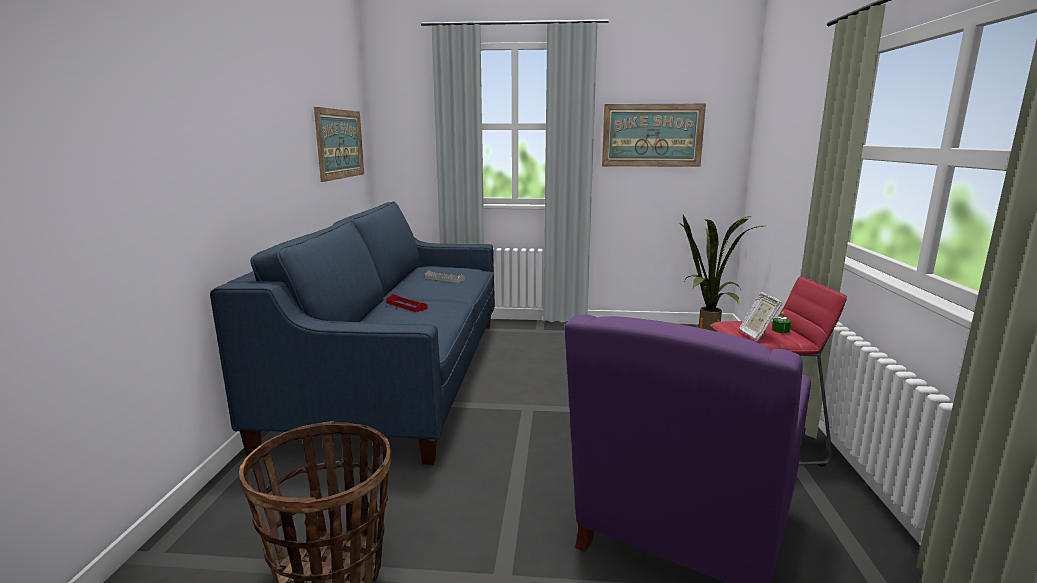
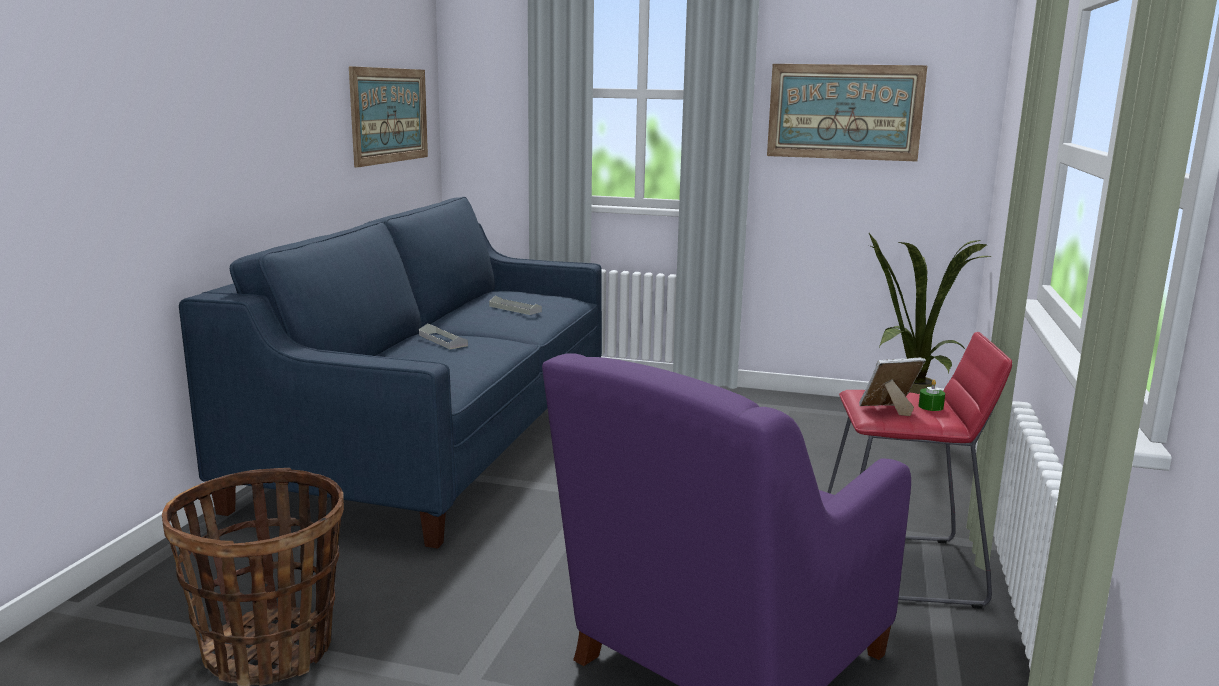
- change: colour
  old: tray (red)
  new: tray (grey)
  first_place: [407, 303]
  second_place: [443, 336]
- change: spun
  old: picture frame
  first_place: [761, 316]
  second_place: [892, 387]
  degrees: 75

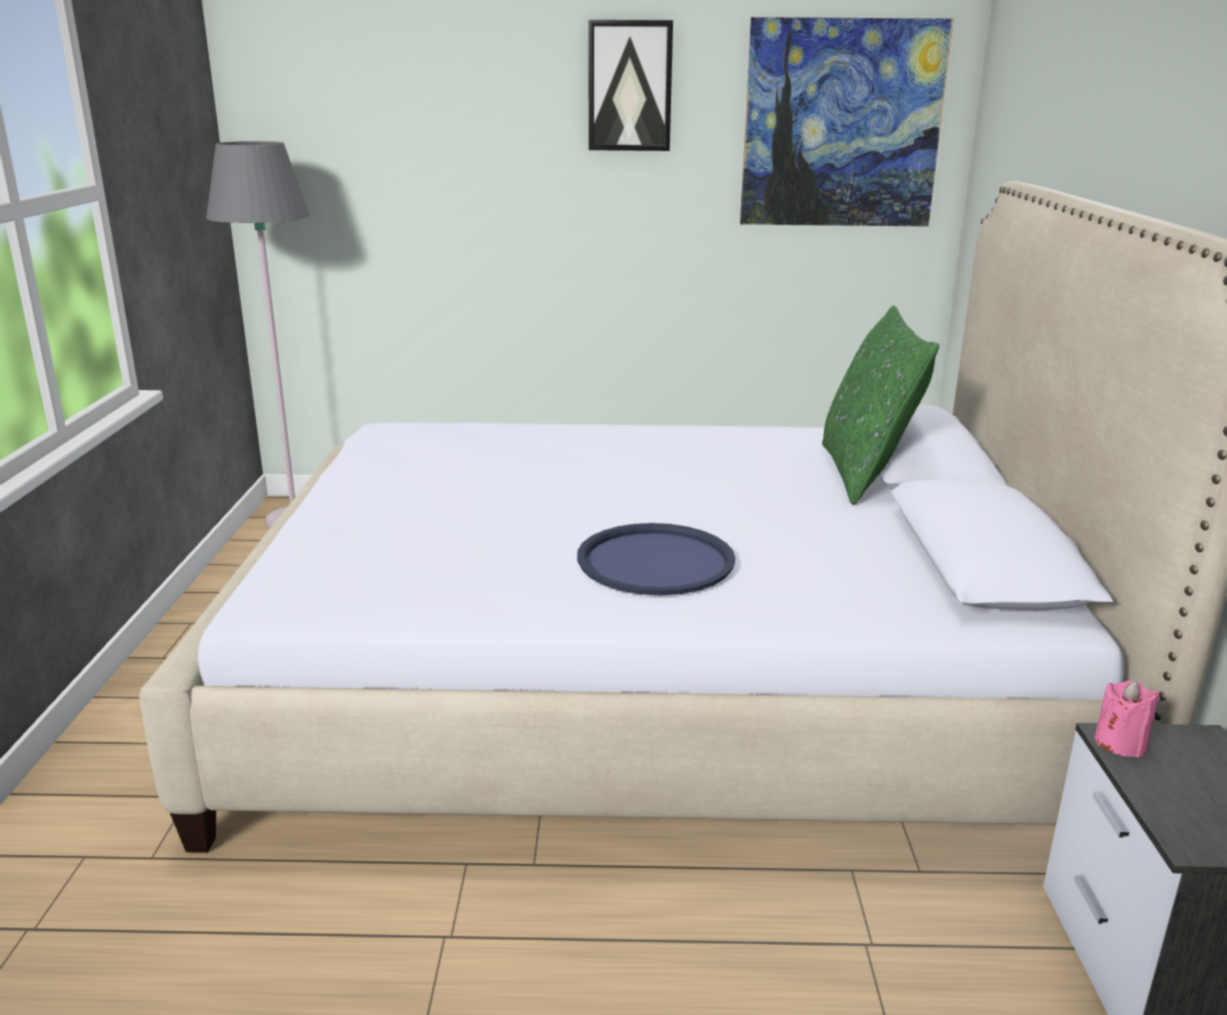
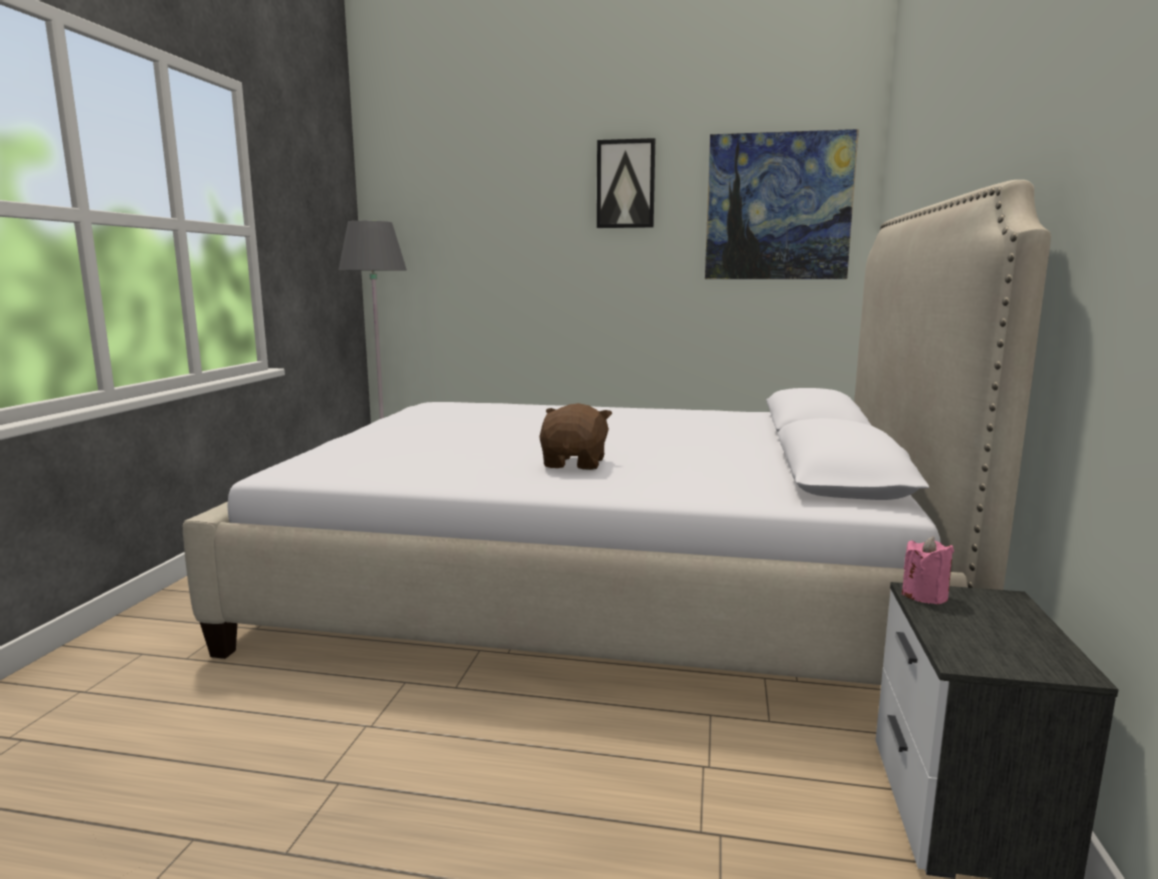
- change: exchanged
  old: tray (blue)
  new: plush toy (brown)
  first_place: [656, 559]
  second_place: [575, 436]
- change: missing
  old: pillow (green)
  first_place: [880, 405]

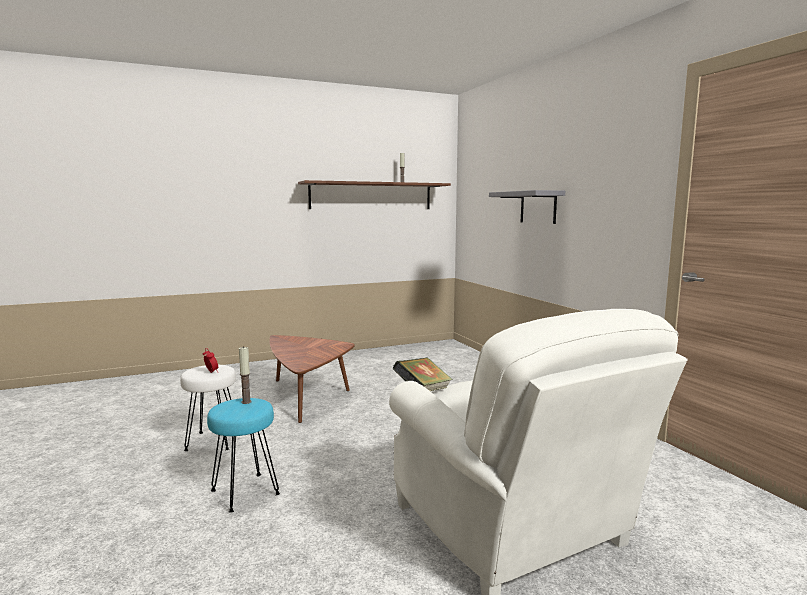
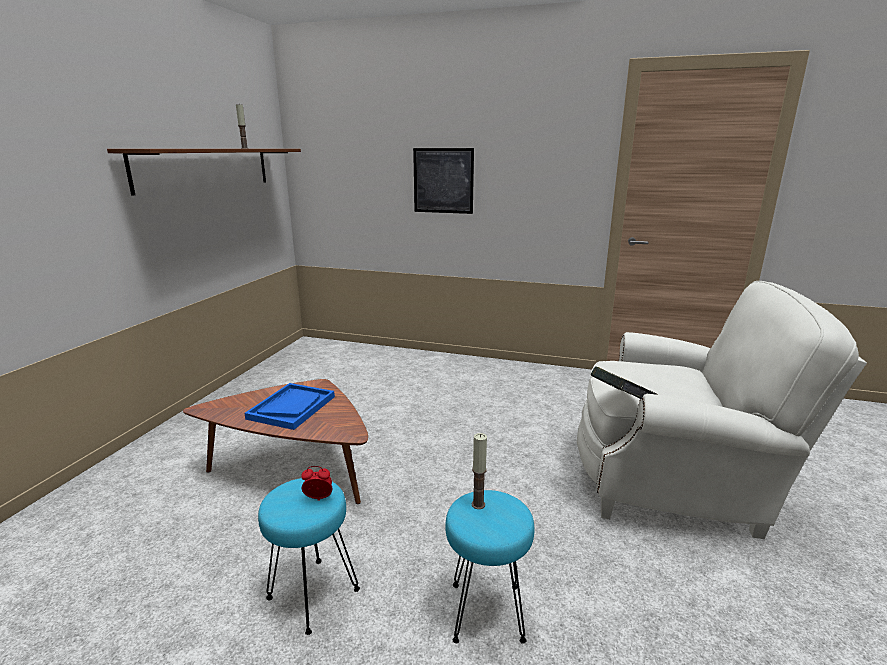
- change: appeared
  new: tray (blue)
  second_place: [289, 406]
- change: colour
  old: stool (white)
  new: stool (turquoise)
  first_place: [208, 408]
  second_place: [309, 556]
- change: exchanged
  old: shelf (grey)
  new: picture
  first_place: [527, 207]
  second_place: [443, 181]

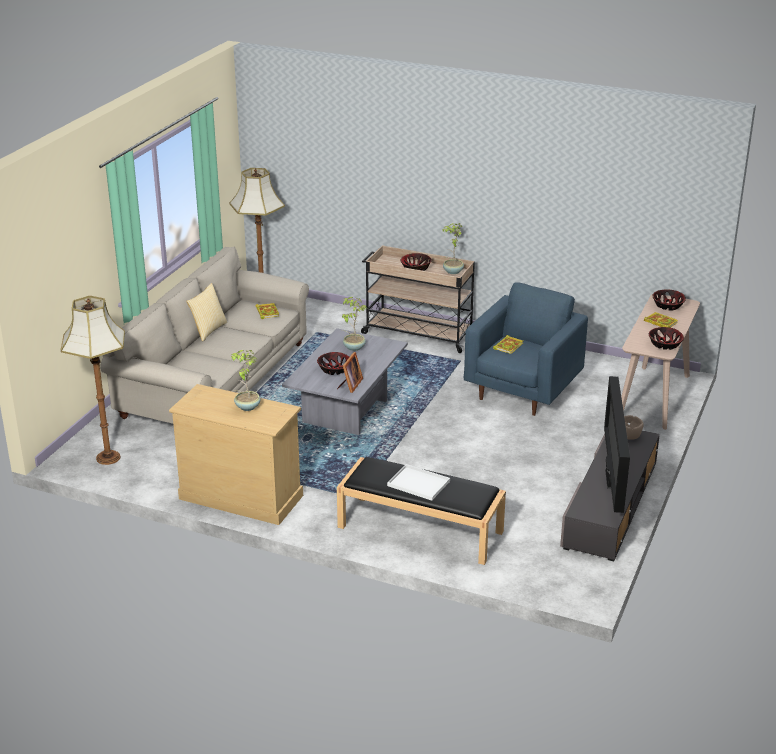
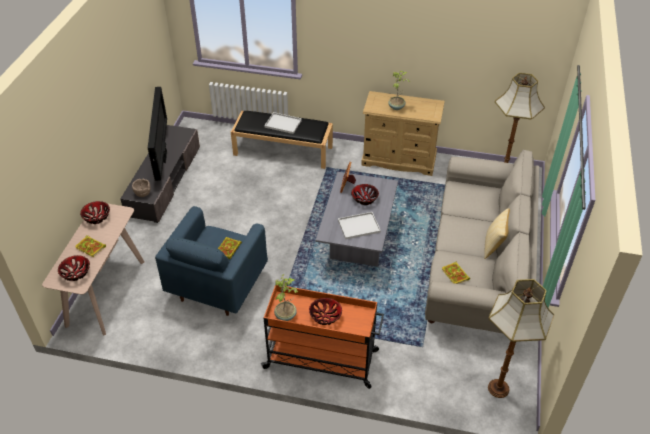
- change: colour
  old: cart (beige)
  new: cart (orange)
  first_place: [418, 299]
  second_place: [322, 337]
- change: exchanged
  old: potted plant
  new: tray (white)
  first_place: [354, 324]
  second_place: [359, 225]

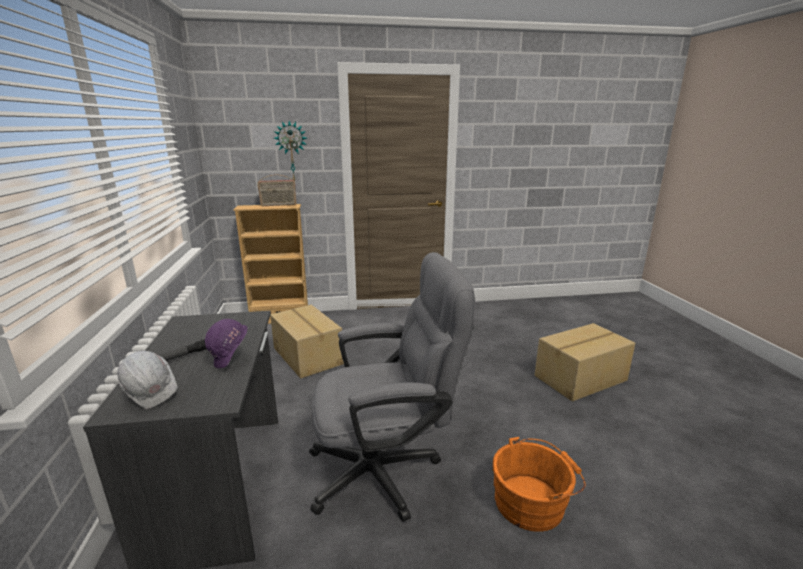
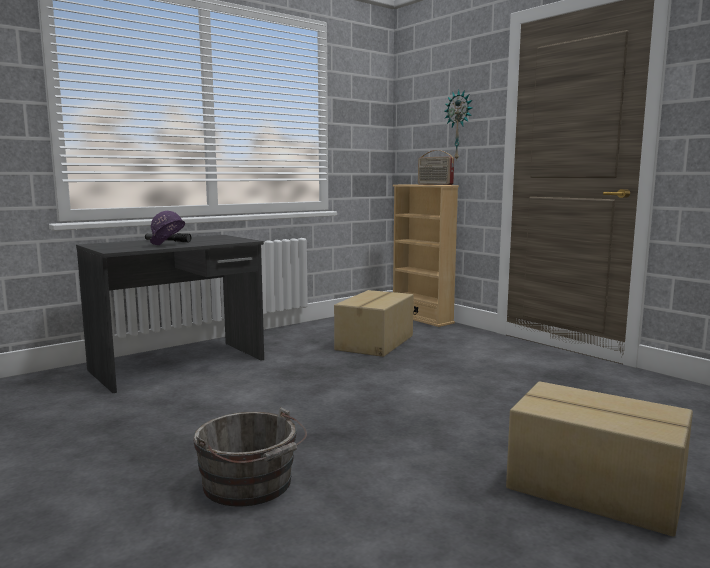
- change: colour
  old: bucket (orange)
  new: bucket (grey)
  first_place: [539, 484]
  second_place: [250, 457]
- change: missing
  old: hard hat (white)
  first_place: [147, 380]
- change: missing
  old: office chair (grey)
  first_place: [392, 387]

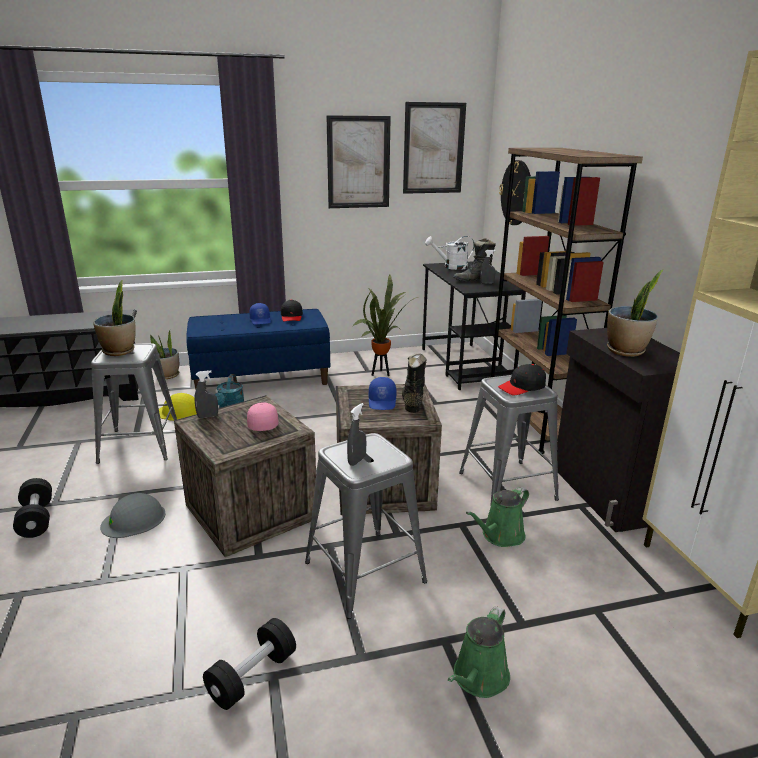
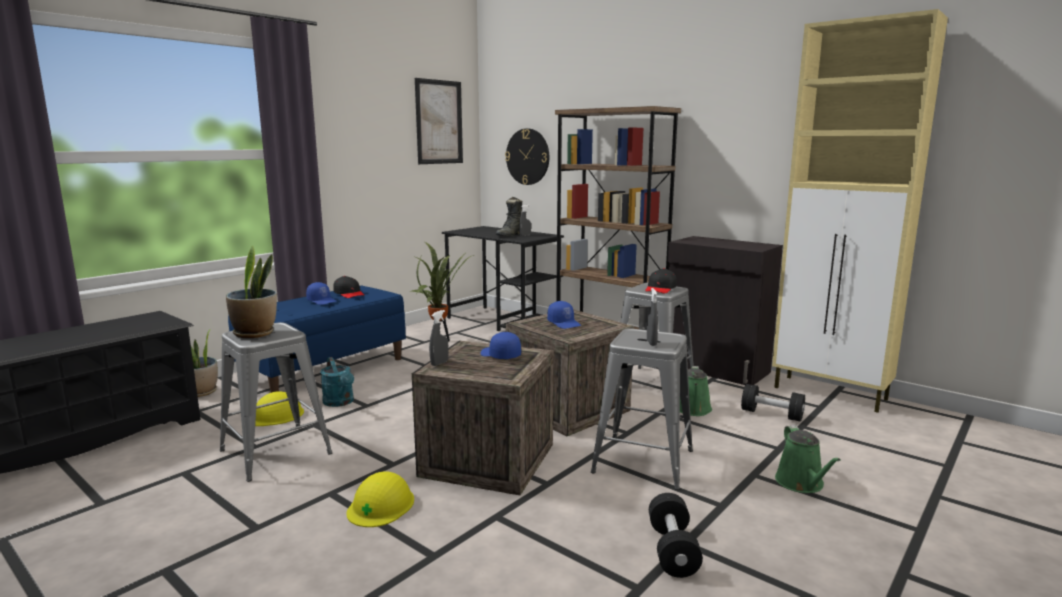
- change: colour
  old: hard hat (grey)
  new: hard hat (yellow)
  first_place: [133, 515]
  second_place: [380, 499]
- change: colour
  old: cap (pink)
  new: cap (blue)
  first_place: [262, 417]
  second_place: [500, 345]
- change: relocated
  old: dumbbell (black)
  first_place: [32, 508]
  second_place: [773, 403]
- change: missing
  old: picture
  first_place: [358, 161]
- change: missing
  old: boot (black)
  first_place: [414, 383]
- change: missing
  old: watering can (white)
  first_place: [449, 253]
- change: missing
  old: potted plant
  first_place: [635, 313]

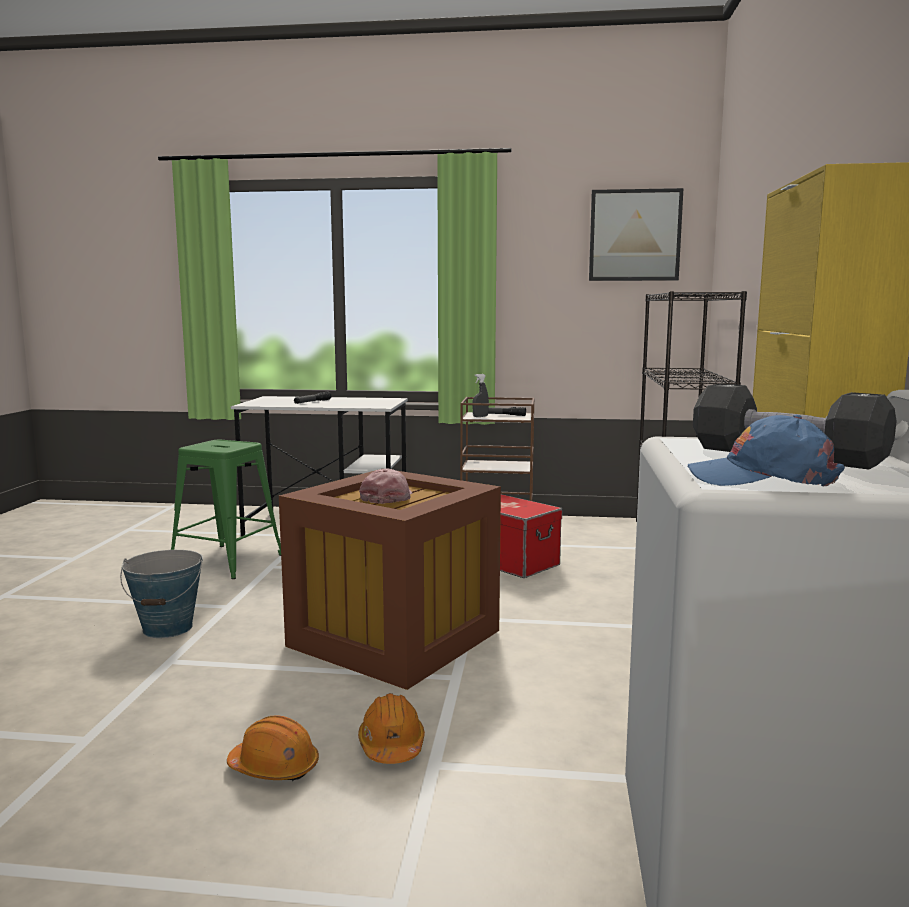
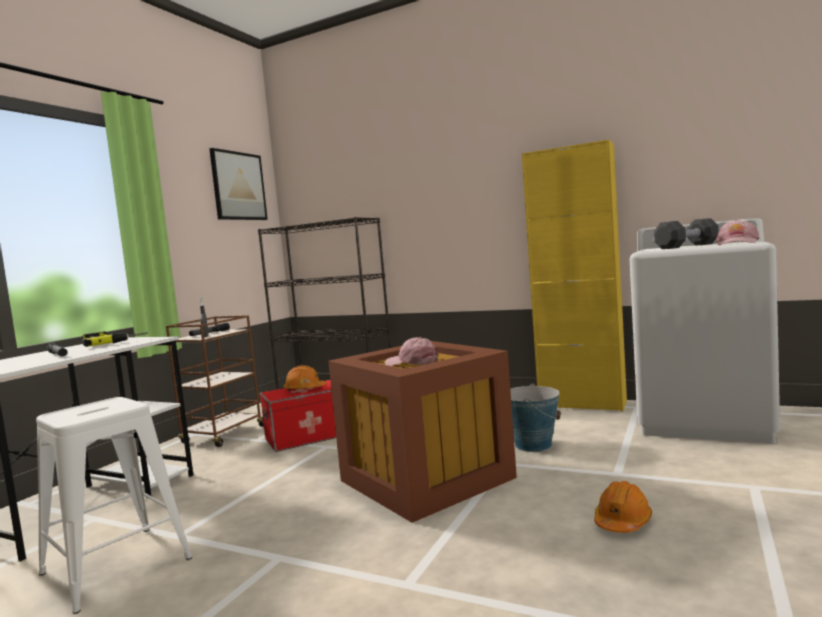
- change: colour
  old: stool (green)
  new: stool (white)
  first_place: [226, 509]
  second_place: [114, 505]
- change: appeared
  new: power drill
  second_place: [115, 339]
- change: relocated
  old: hard hat (orange)
  first_place: [391, 728]
  second_place: [304, 378]
- change: relocated
  old: bucket
  first_place: [161, 594]
  second_place: [535, 418]
- change: colour
  old: cap (blue)
  new: cap (pink)
  first_place: [766, 450]
  second_place: [737, 232]

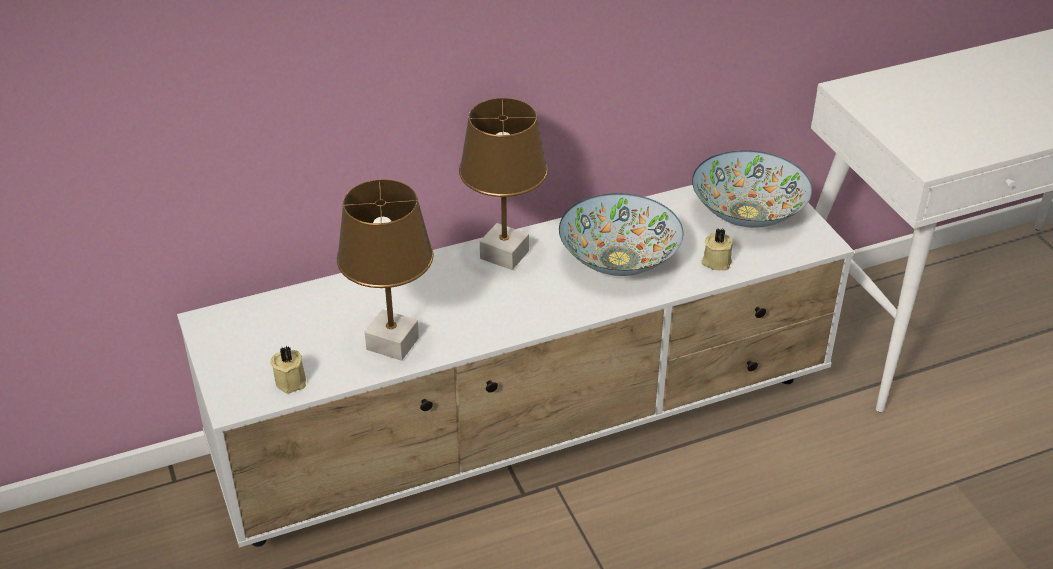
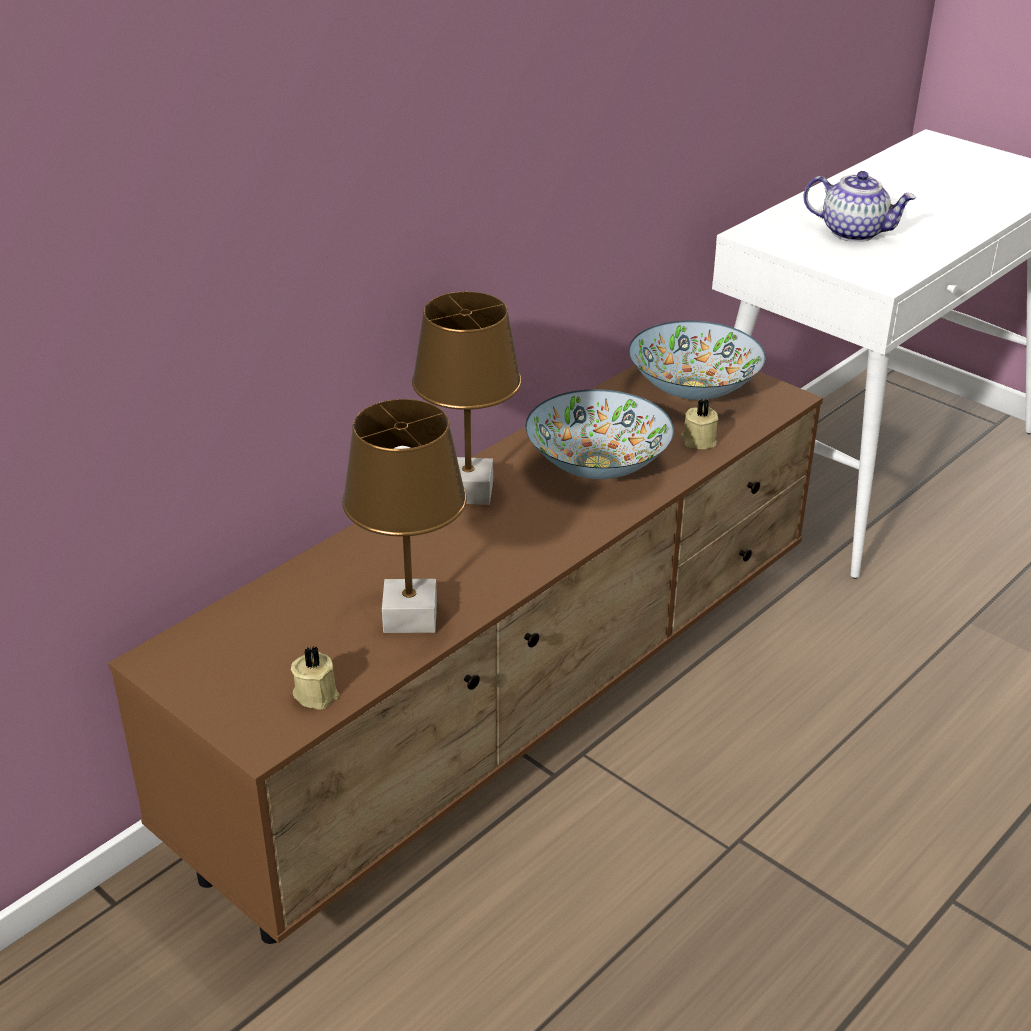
- change: colour
  old: tv stand (white)
  new: tv stand (brown)
  first_place: [515, 366]
  second_place: [465, 654]
- change: appeared
  new: teapot
  second_place: [859, 206]

